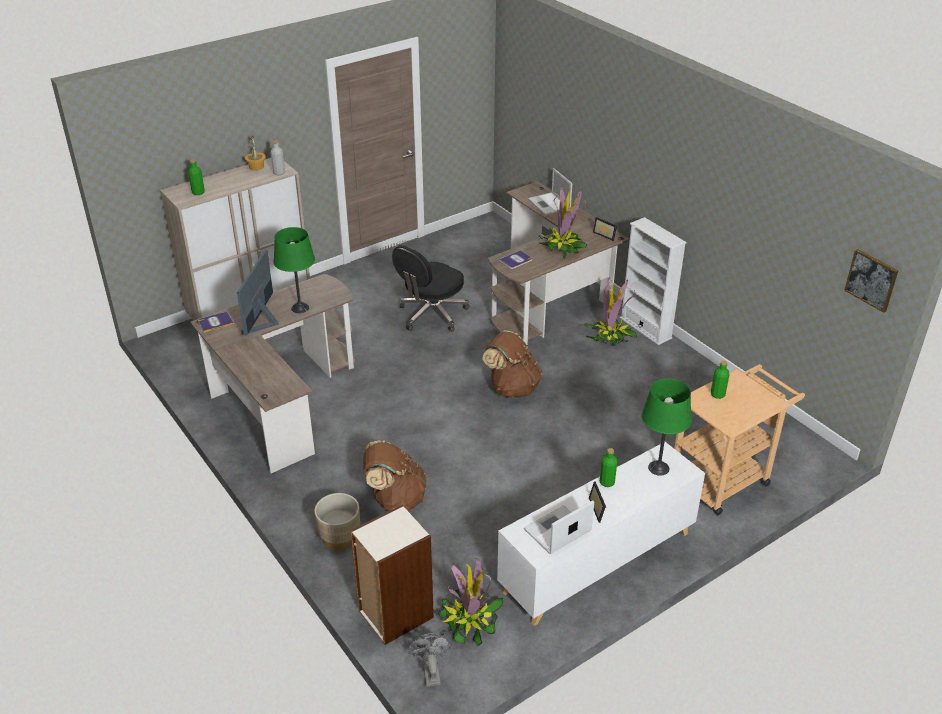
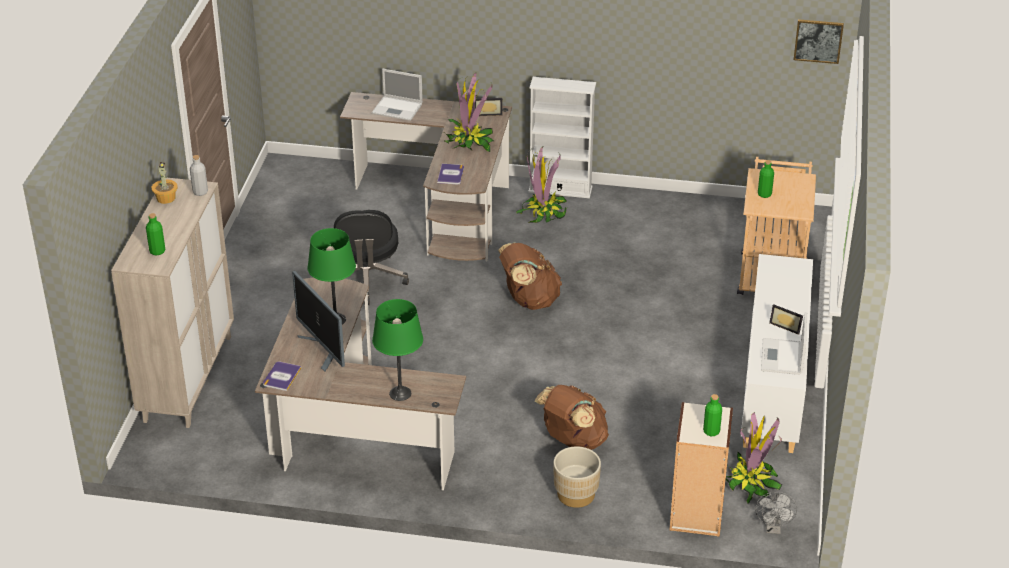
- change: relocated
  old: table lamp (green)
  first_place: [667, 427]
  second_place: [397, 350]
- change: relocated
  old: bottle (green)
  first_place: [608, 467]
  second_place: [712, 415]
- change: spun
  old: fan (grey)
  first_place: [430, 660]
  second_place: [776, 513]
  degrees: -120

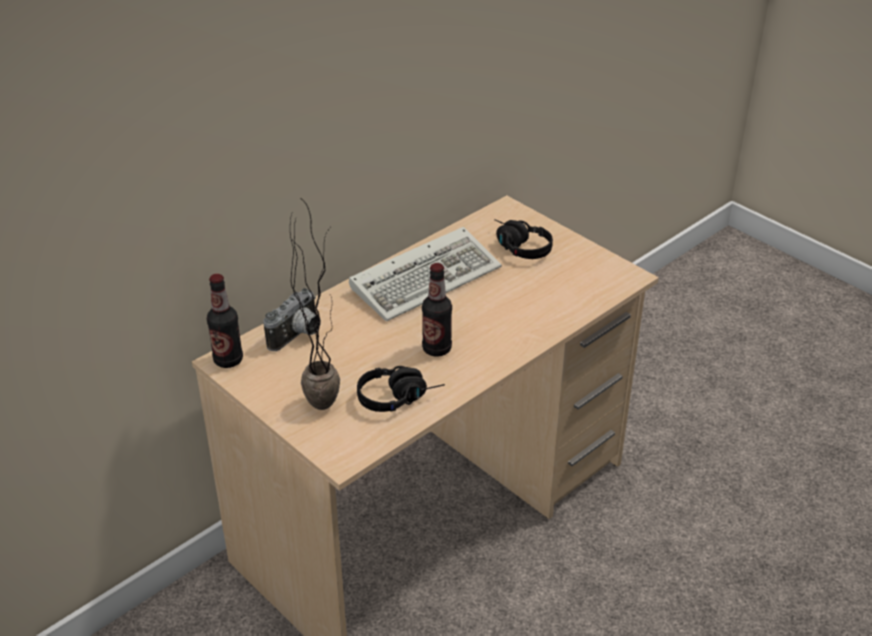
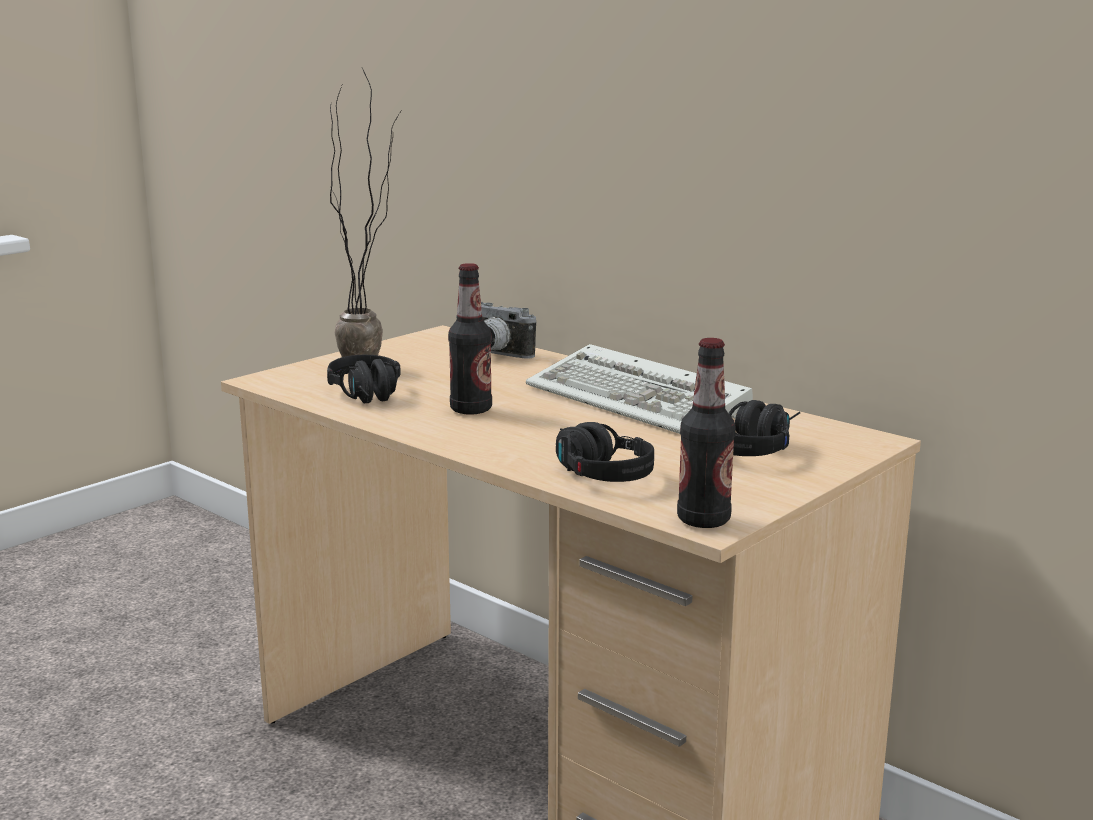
- change: appeared
  new: headphones (black)
  second_place: [605, 452]
- change: relocated
  old: bottle
  first_place: [225, 321]
  second_place: [706, 433]

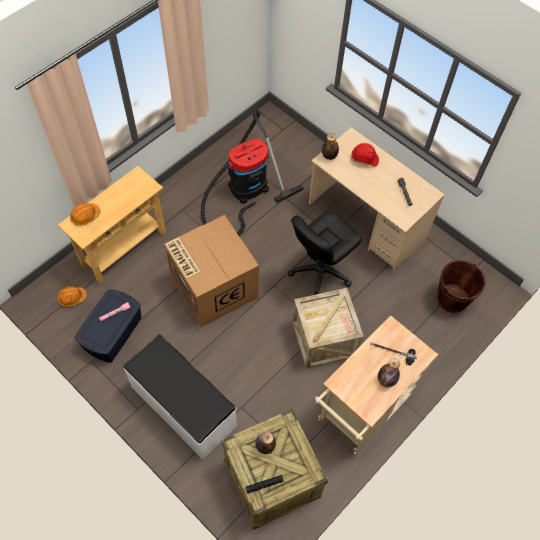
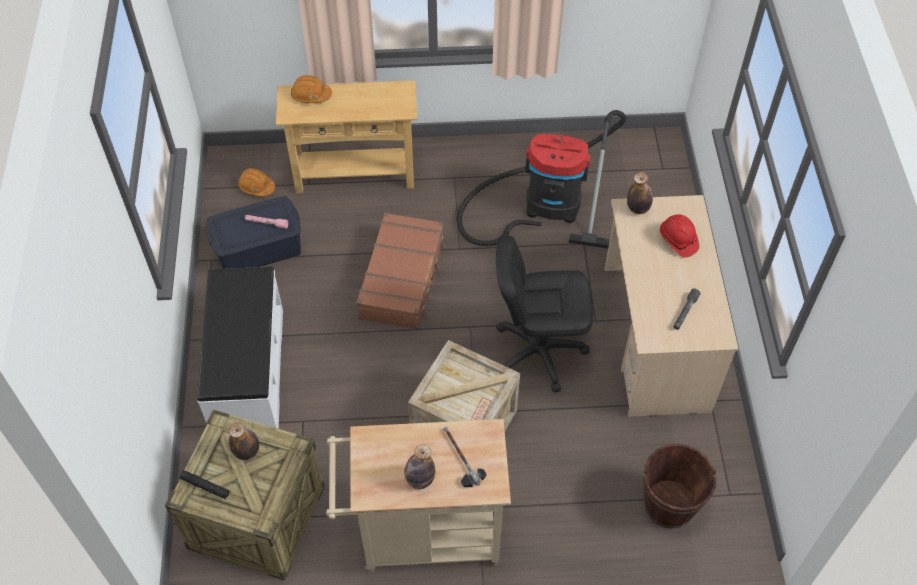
- change: exchanged
  old: cardboard box
  new: suitcase (brown)
  first_place: [211, 271]
  second_place: [401, 271]

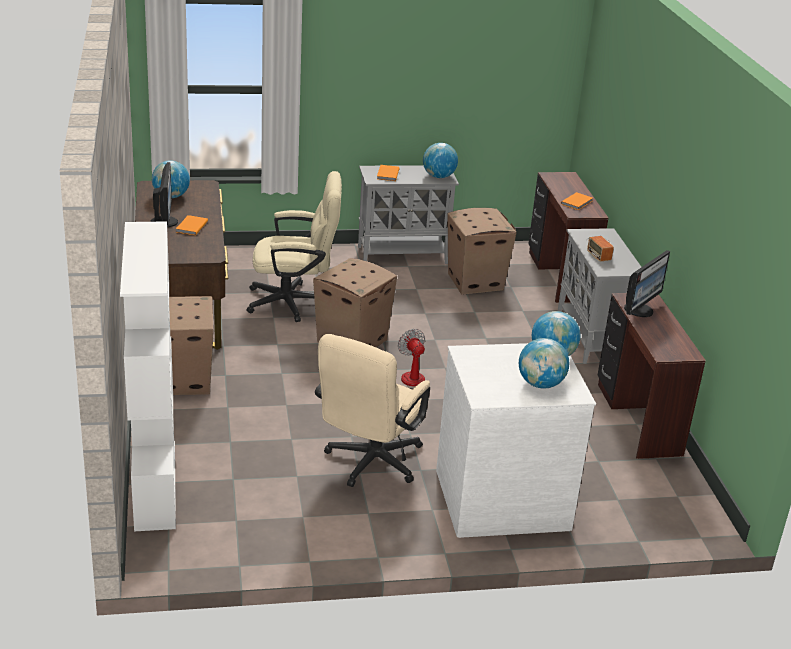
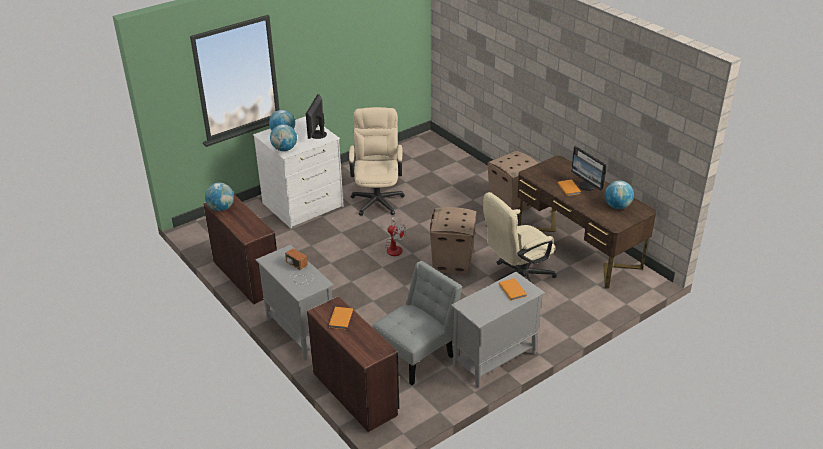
- change: relocated
  old: globe
  first_place: [440, 160]
  second_place: [219, 197]
- change: relocated
  old: monitor
  first_place: [647, 283]
  second_place: [316, 116]
- change: exchanged
  old: cardboard box
  new: chair (grey)
  first_place: [482, 251]
  second_place: [417, 323]
- change: missing
  old: bookcase (white)
  first_place: [148, 376]

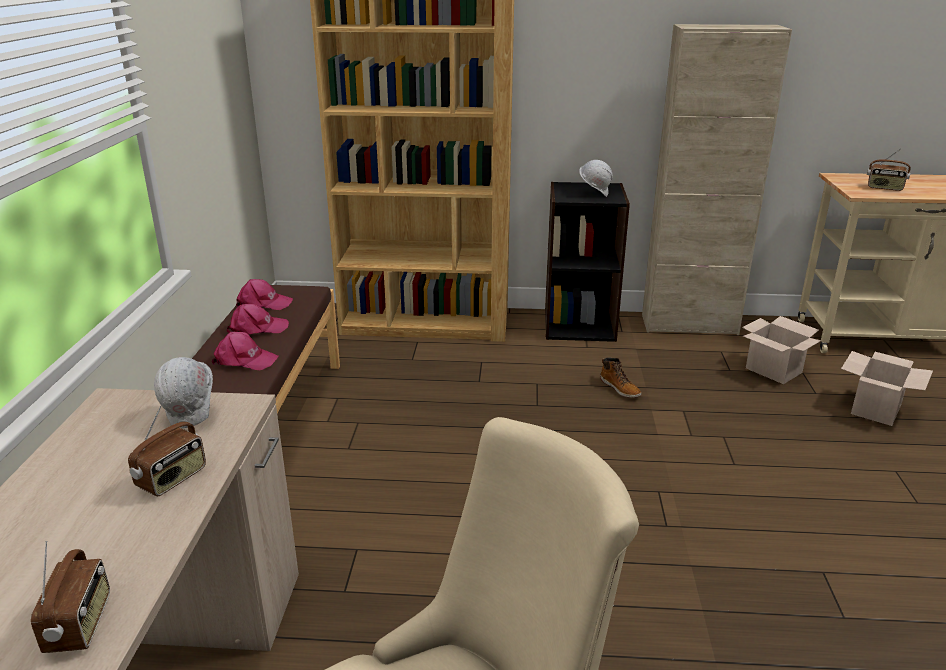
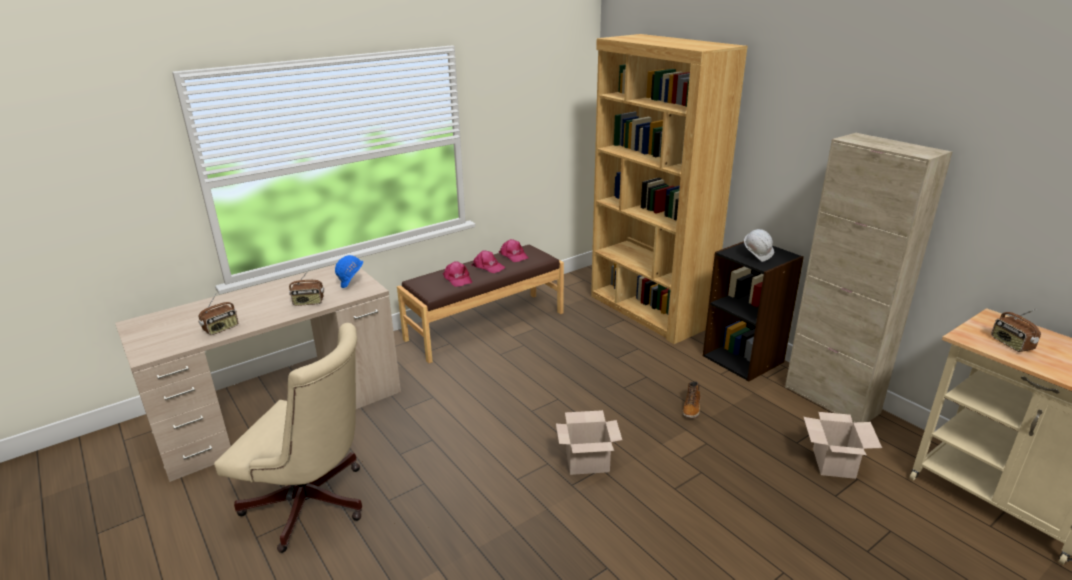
- change: colour
  old: hard hat (white)
  new: hard hat (blue)
  first_place: [183, 392]
  second_place: [349, 271]
- change: relocated
  old: cardboard box
  first_place: [887, 388]
  second_place: [589, 442]

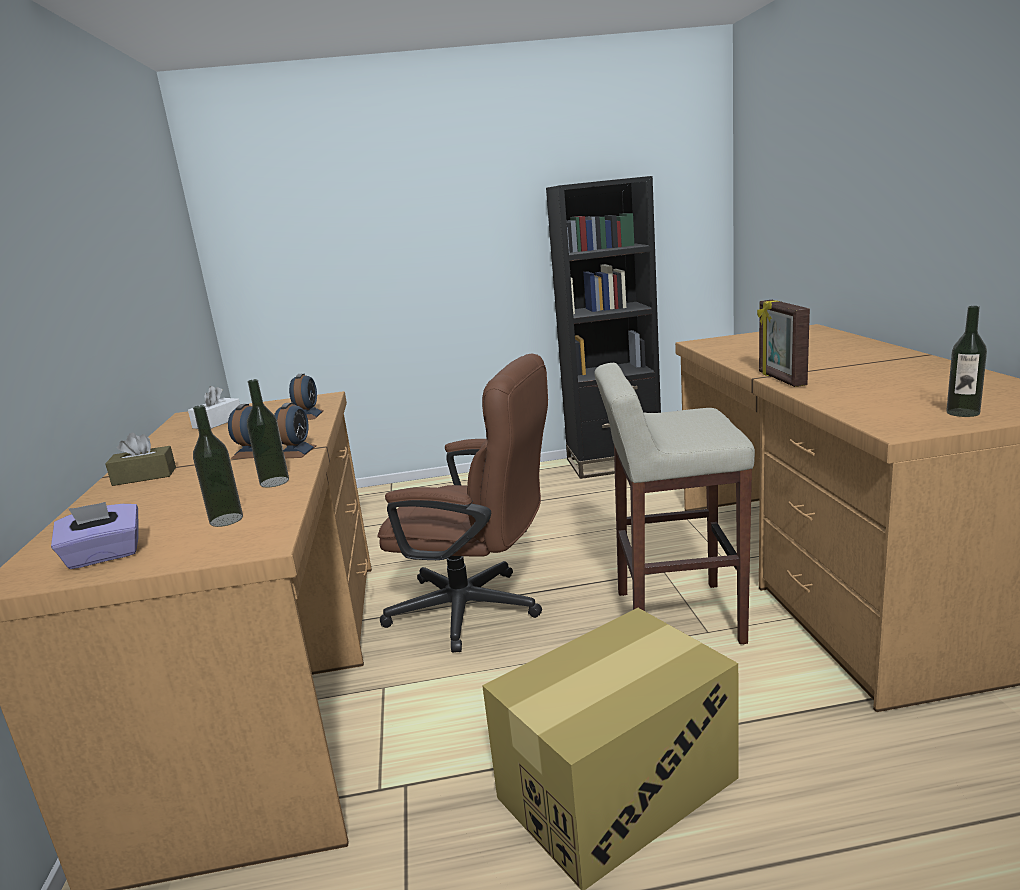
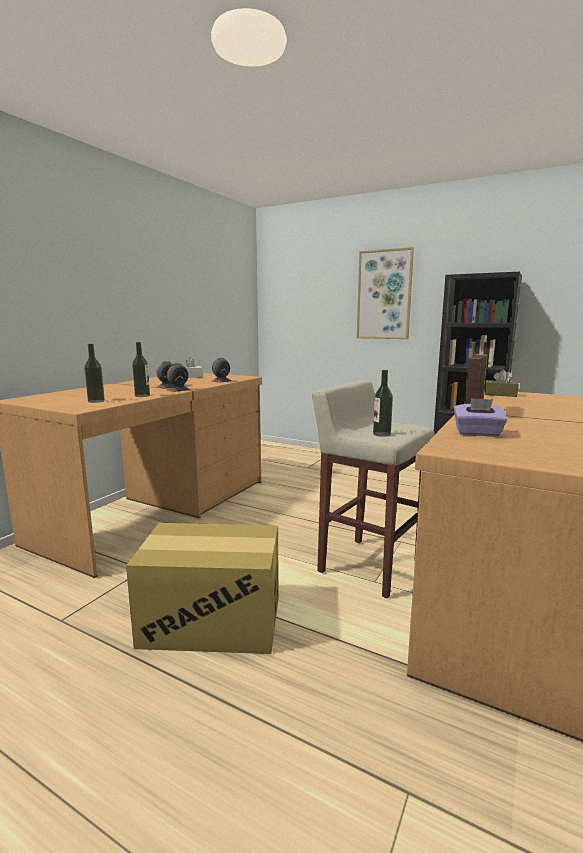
- change: appeared
  new: picture
  second_place: [385, 293]
- change: relocated
  old: bottle
  first_place: [966, 361]
  second_place: [383, 403]
- change: relocated
  old: tissue box (purple)
  first_place: [94, 535]
  second_place: [480, 417]
- change: relocated
  old: tissue box (brown)
  first_place: [140, 459]
  second_place: [501, 383]
- change: missing
  old: office chair (brown)
  first_place: [462, 502]

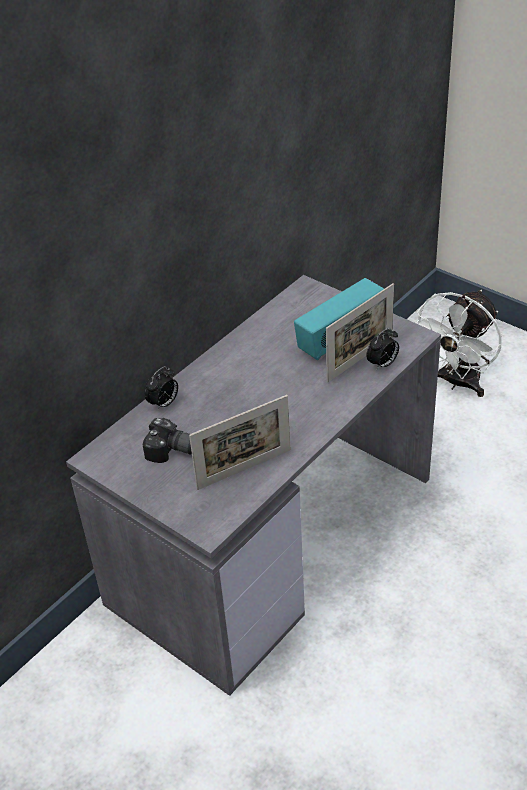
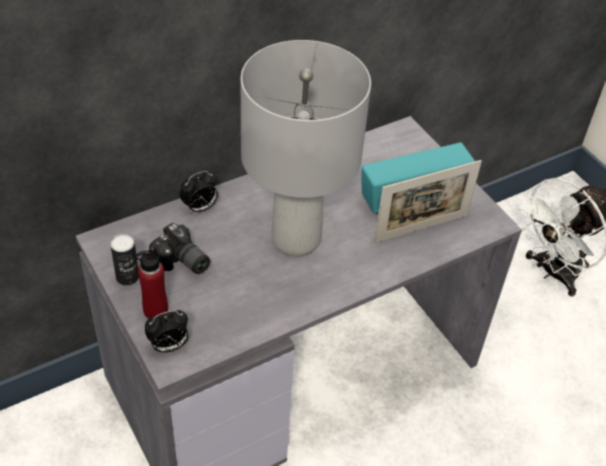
- change: appeared
  new: can
  second_place: [124, 260]
- change: appeared
  new: bottle (red)
  second_place: [151, 283]
- change: relocated
  old: alarm clock
  first_place: [382, 349]
  second_place: [166, 331]
- change: appeared
  new: table lamp (grey)
  second_place: [306, 148]
- change: missing
  old: picture frame
  first_place: [239, 442]

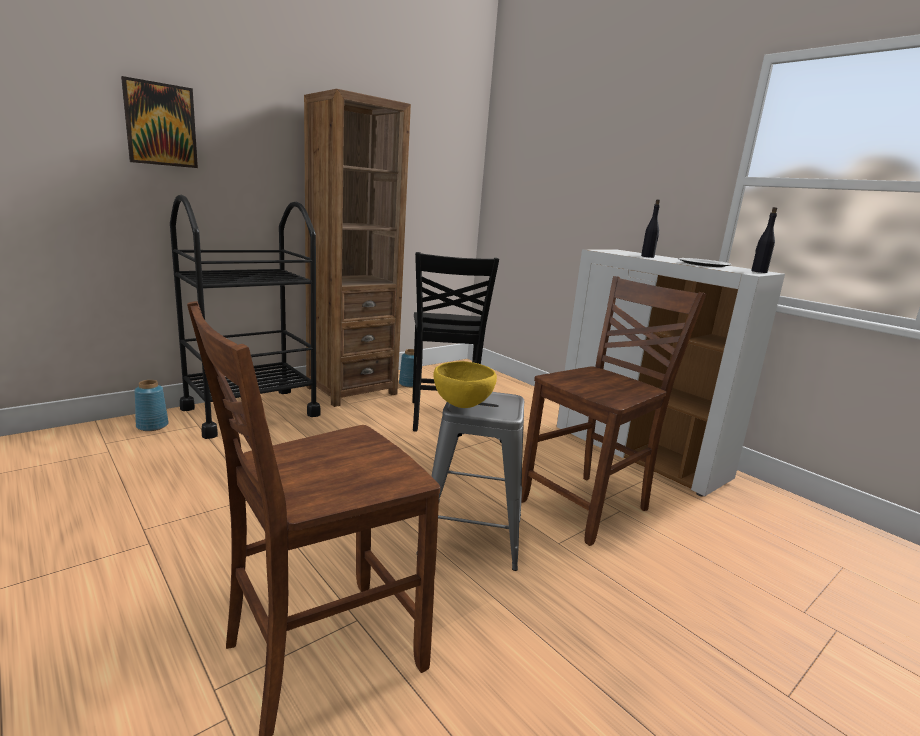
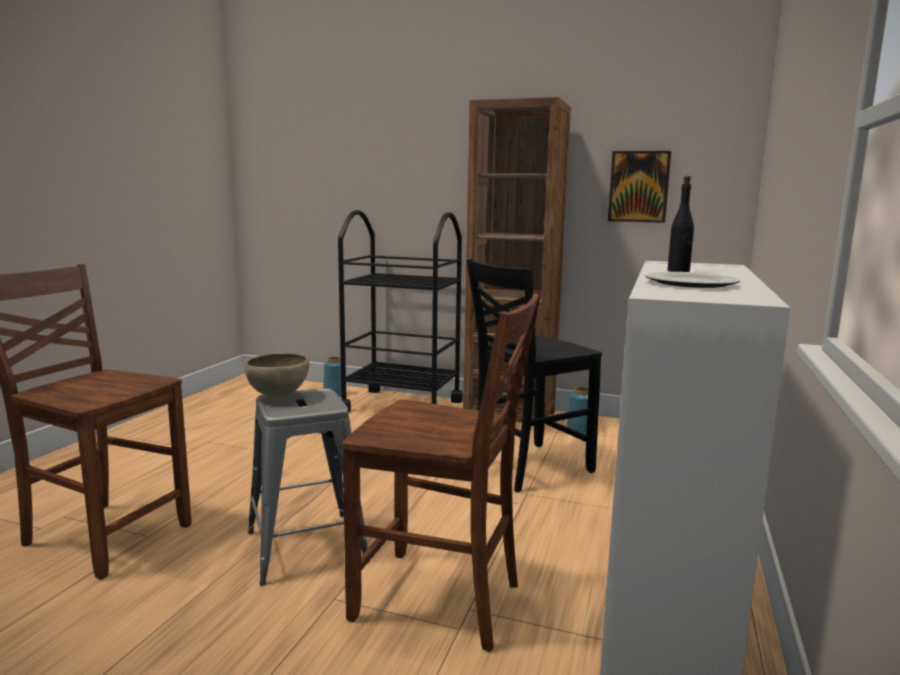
- change: colour
  old: bowl (yellow)
  new: bowl (brown)
  first_place: [465, 384]
  second_place: [276, 375]
- change: relocated
  old: picture
  first_place: [159, 122]
  second_place: [639, 187]
- change: missing
  old: bottle (black)
  first_place: [764, 240]

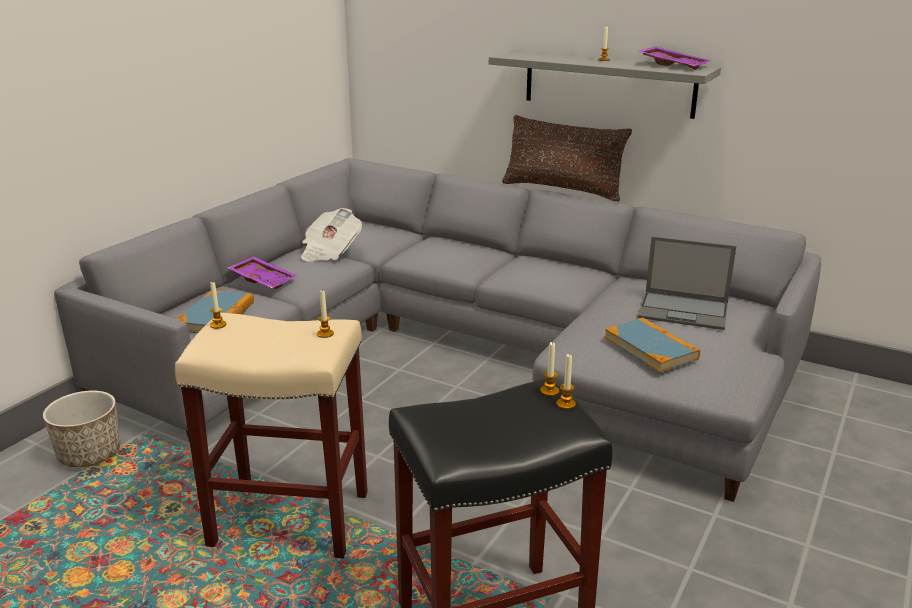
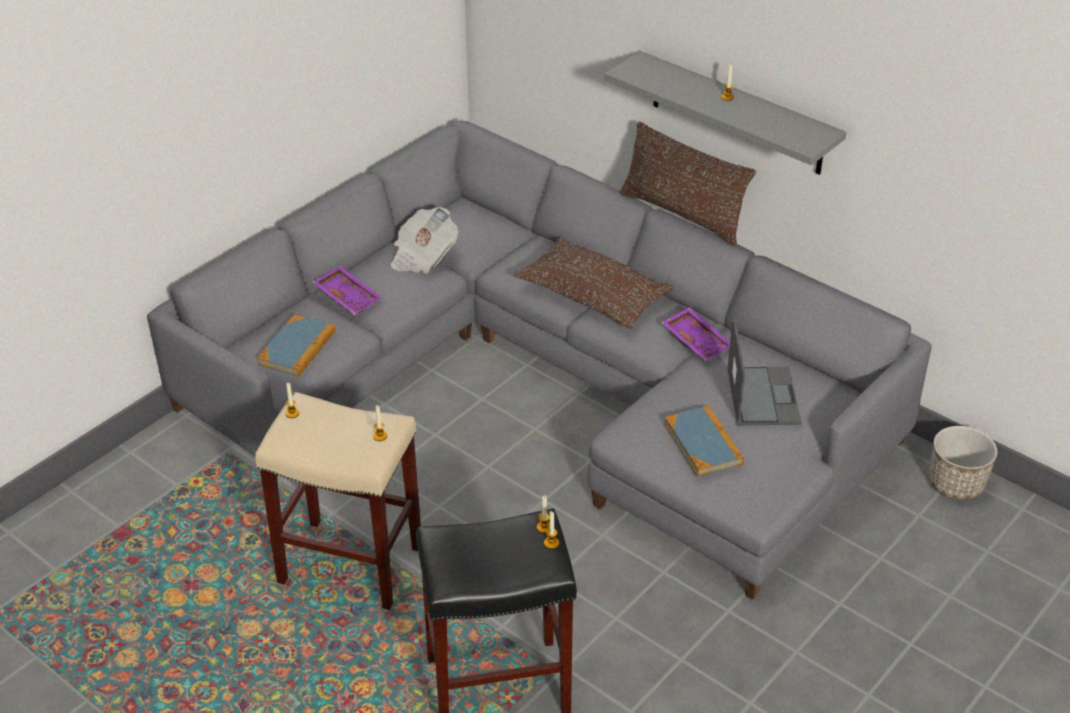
- change: appeared
  new: pillow (brown)
  second_place: [594, 283]
- change: relocated
  old: tray (purple)
  first_place: [675, 58]
  second_place: [695, 334]
- change: spun
  old: laptop
  first_place: [687, 283]
  second_place: [764, 372]
  degrees: -120
- change: relocated
  old: planter
  first_place: [81, 429]
  second_place: [963, 463]

